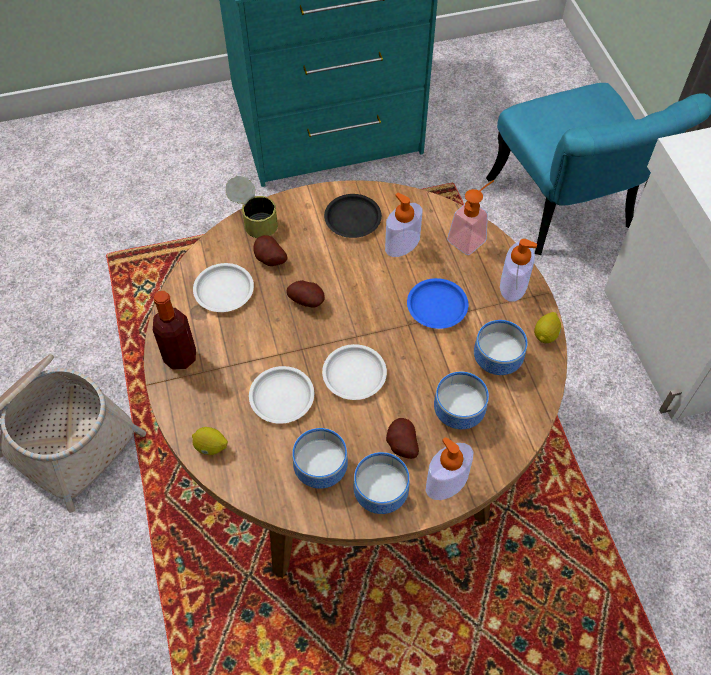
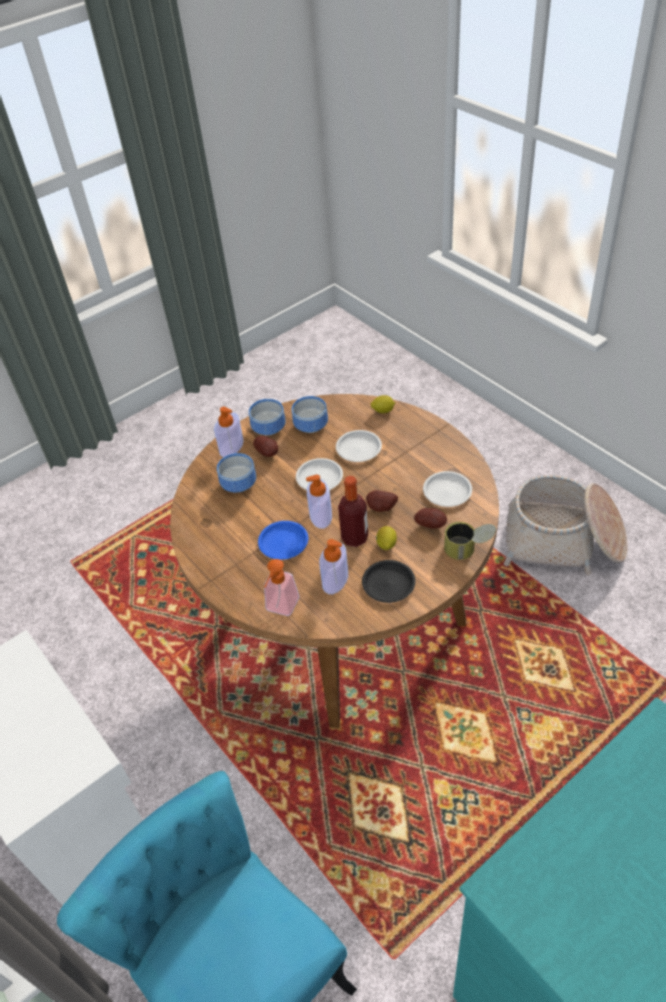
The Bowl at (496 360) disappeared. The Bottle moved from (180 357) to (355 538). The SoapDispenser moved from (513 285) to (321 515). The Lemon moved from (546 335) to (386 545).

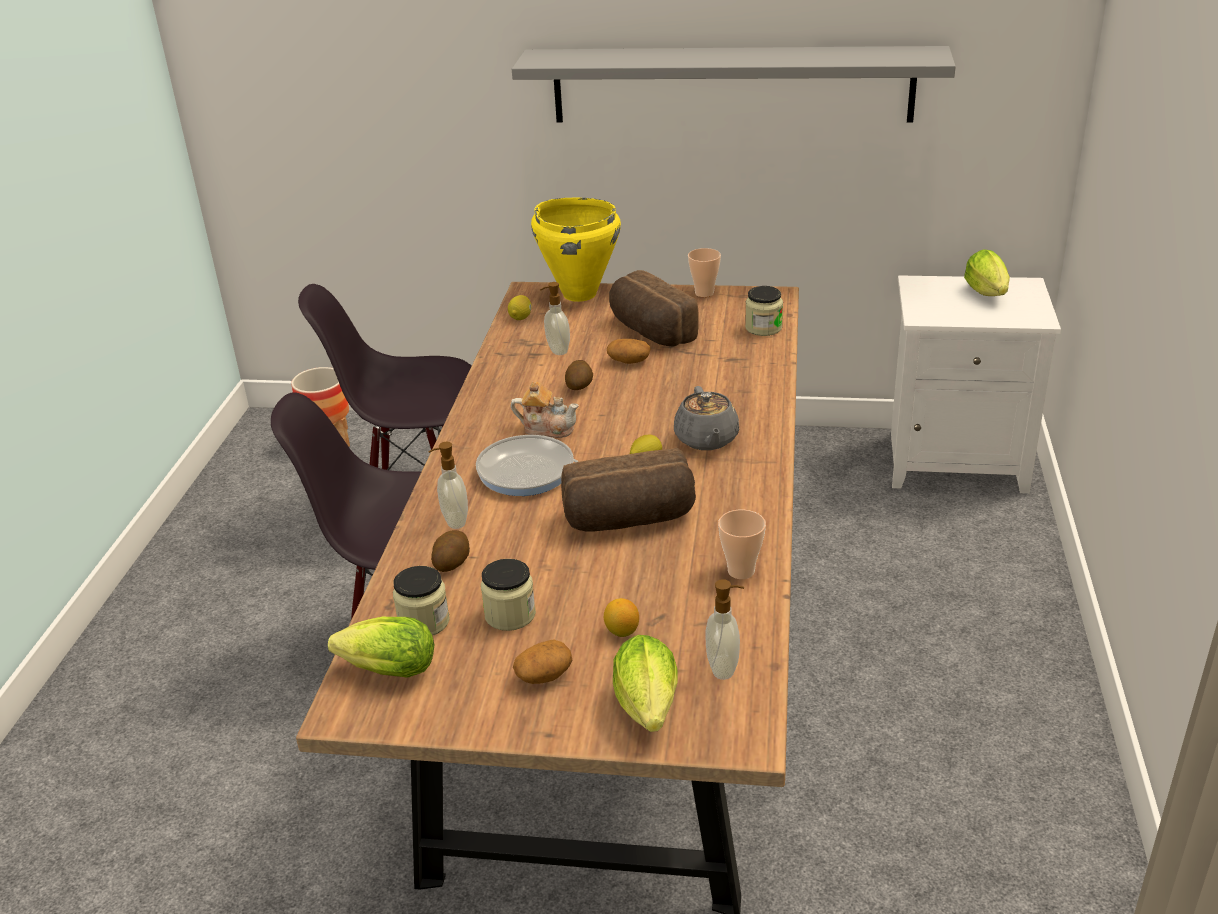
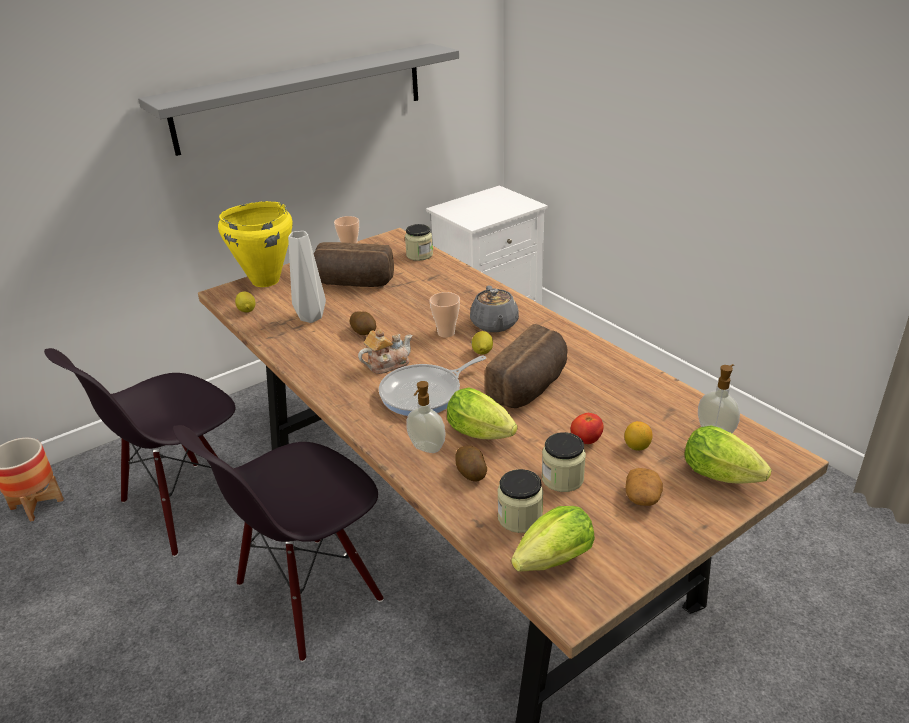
The Potato at (628 361) disappeared. The Tomato at (586 440) appeared. The Cup moved from (741 571) to (446 333). The Lettuce moved from (988 295) to (483 435). The SoapDispenser at (557 350) was replaced by the GreyVase at (310 318). The GreyTeapot at (706 439) turned 45 degrees clockwise.

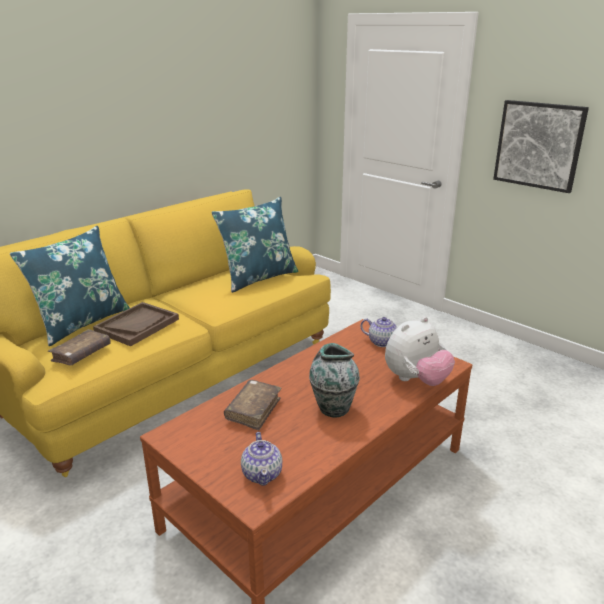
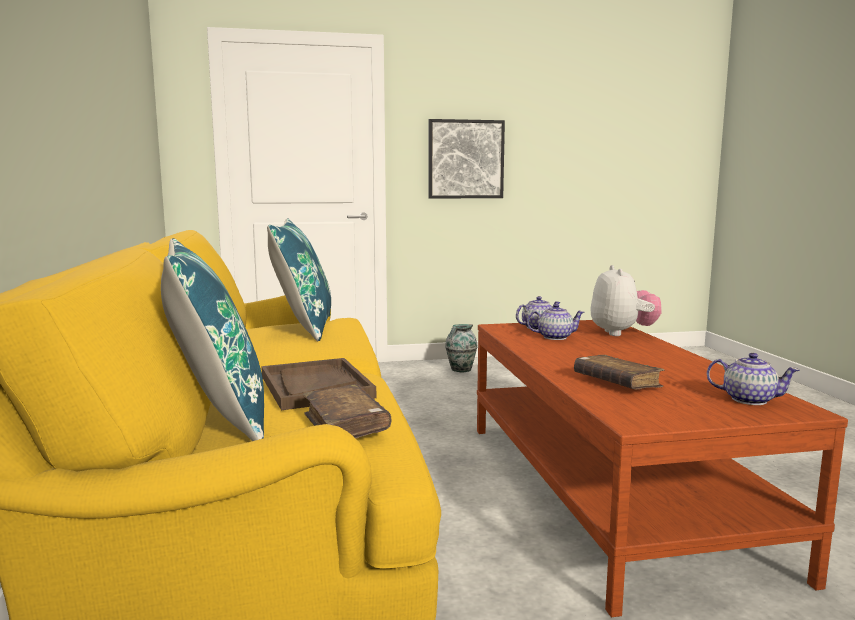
The Teapot at (554 337) appeared. The Vase moved from (333 408) to (460 369).

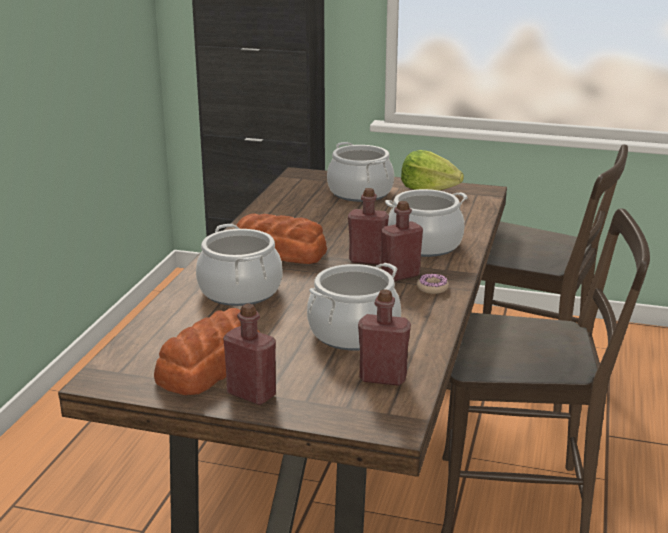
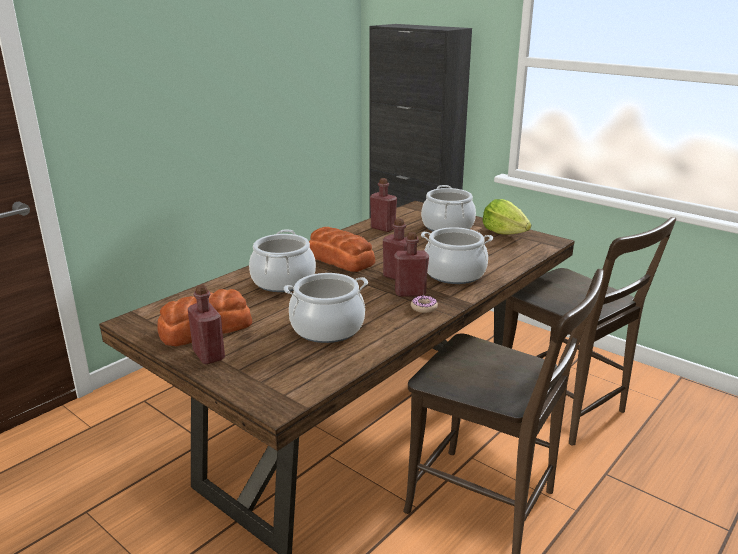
The RedBottle moved from (383 378) to (383 228).

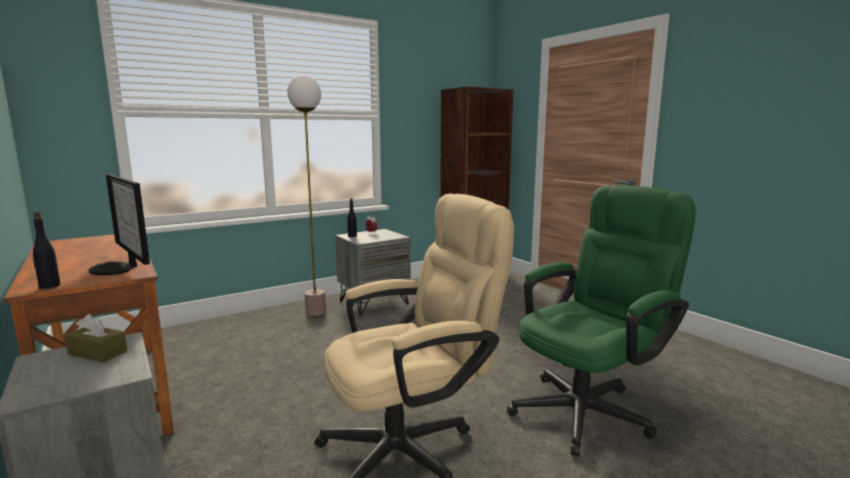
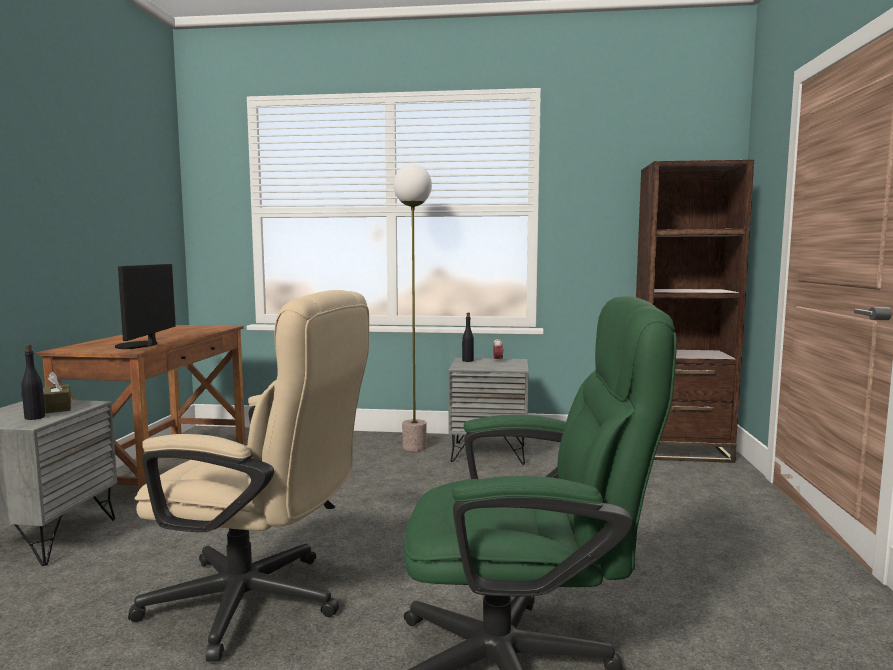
The BlackBottle moved from (49 286) to (34 417).

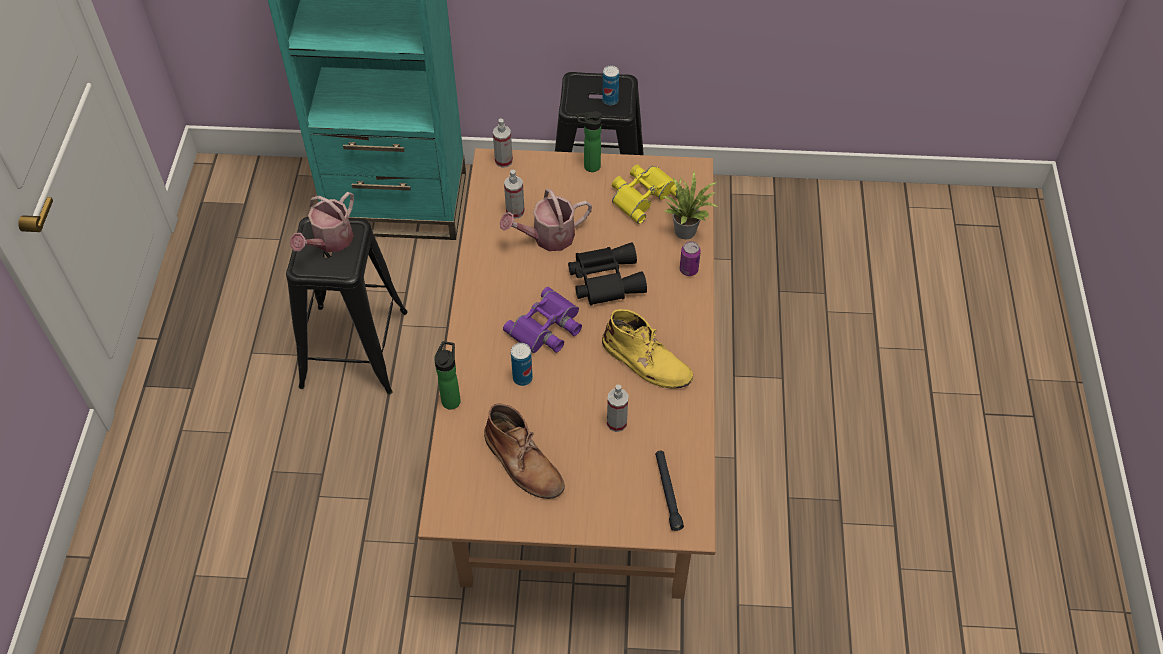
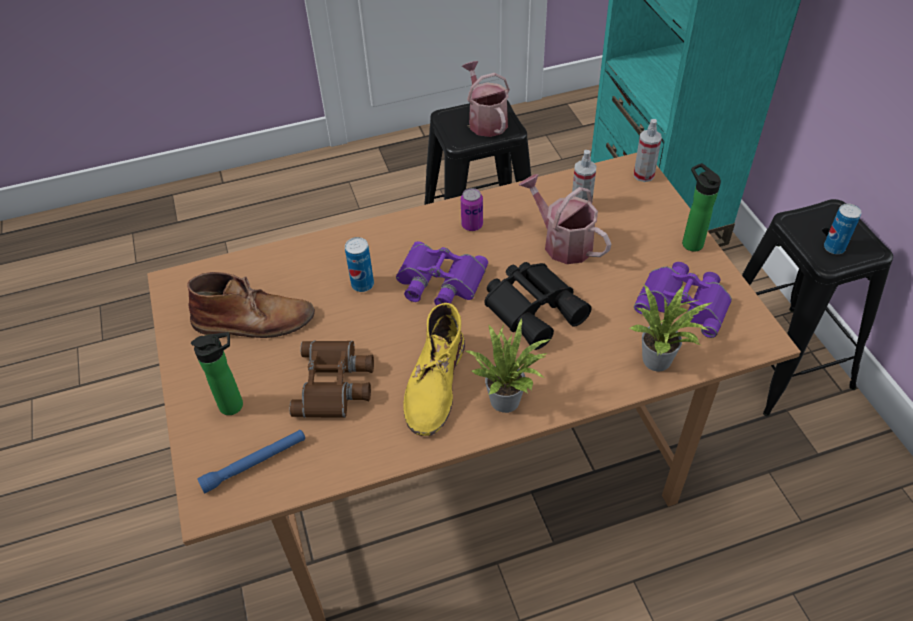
The PottedPlant at (507 397) appeared. The Bottle moved from (452 399) to (235 405). The Can moved from (688 270) to (472 225). The SprayBottle at (616 423) was replaced by the BrownBinoculars at (335 383). The YellowBinoculars at (642 194) became the PurpleBinoculars at (684 301). The BlackFlashlight at (667 492) became the BlueFlashlight at (254 463). The WateringCan at (329 242) turned 60 degrees clockwise. The BrownBoot at (523 463) turned 120 degrees counterclockwise.

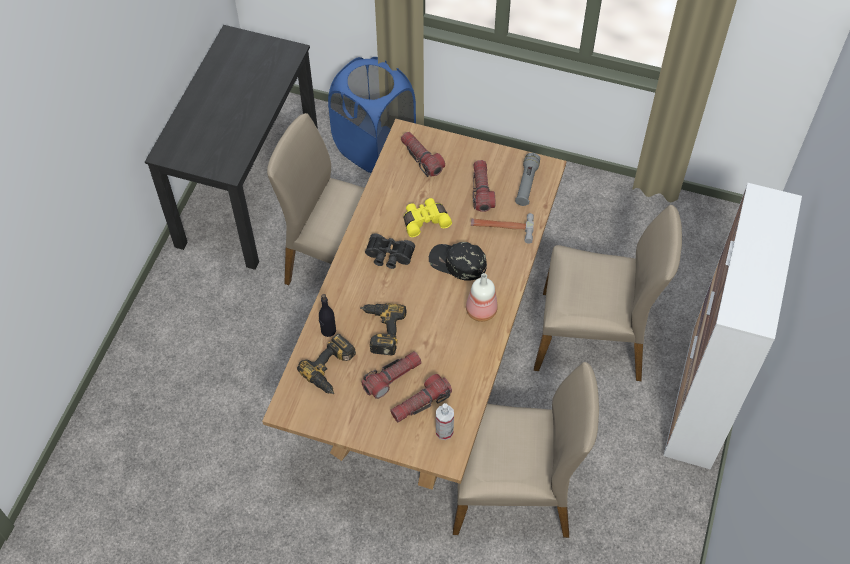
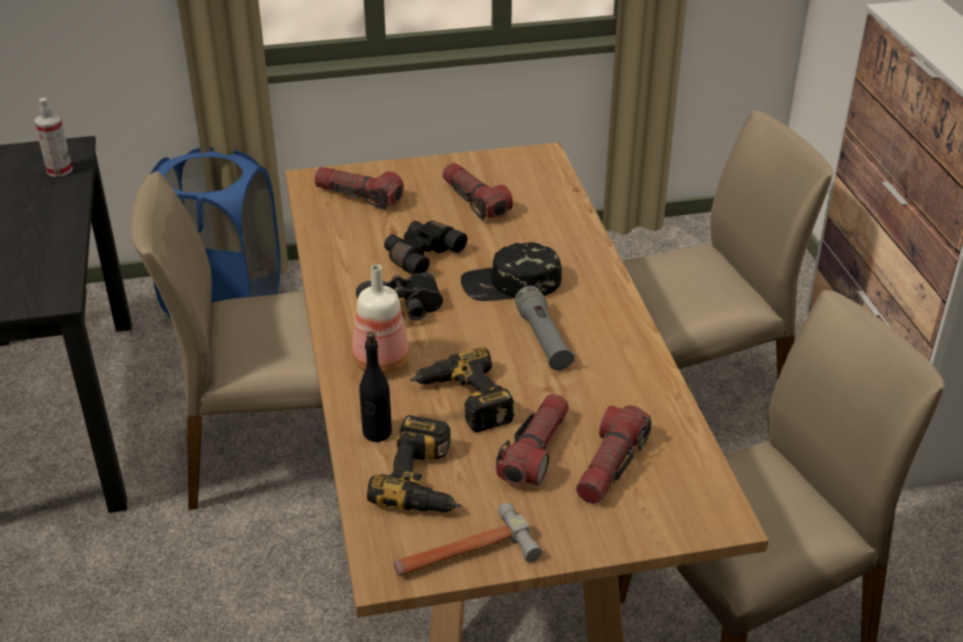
The SprayBottle moved from (444 431) to (59 170). The Bottle moved from (480 310) to (379 363). The Hammer moved from (502 228) to (462 555). The GreyFlashlight moved from (526 184) to (543 339). The YellowBinoculars at (425 220) became the BlackBinoculars at (421 255).

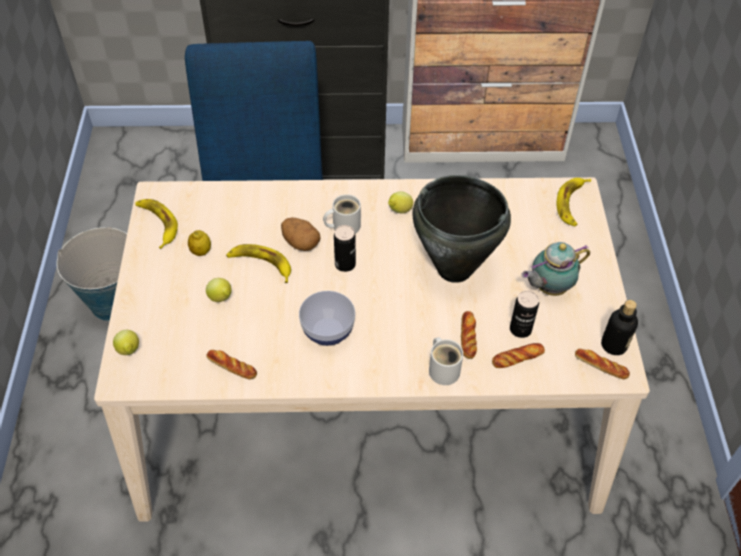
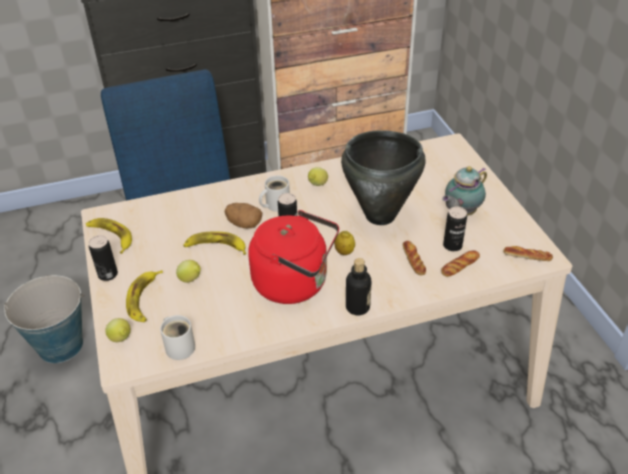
The Bread at (232 366) disappeared. The Can at (108 274) appeared. The Lemon moved from (201 251) to (344 252). The WhiteMug moved from (444 368) to (179 345). The Banana moved from (572 204) to (144 299). The Bottle moved from (614 345) to (357 307). The Bowl at (328 332) was replaced by the RedKettle at (295 283).

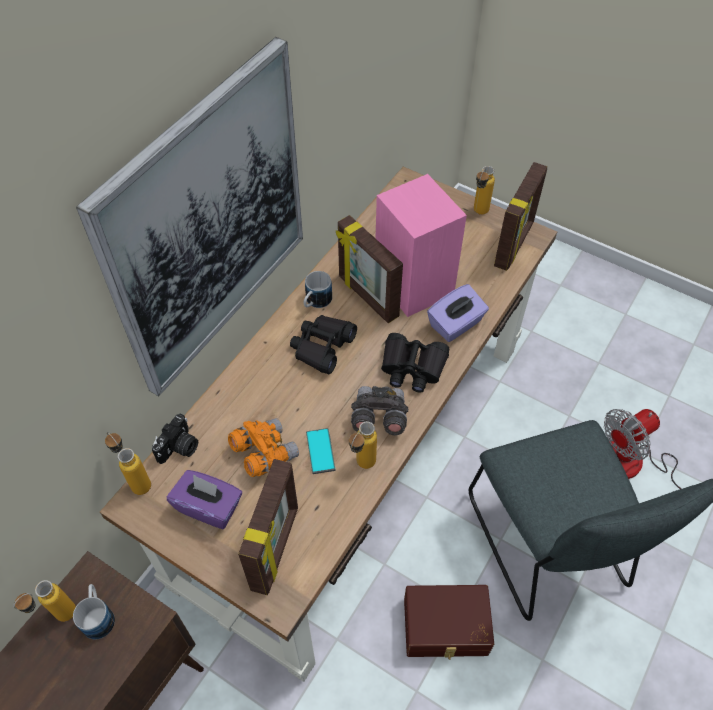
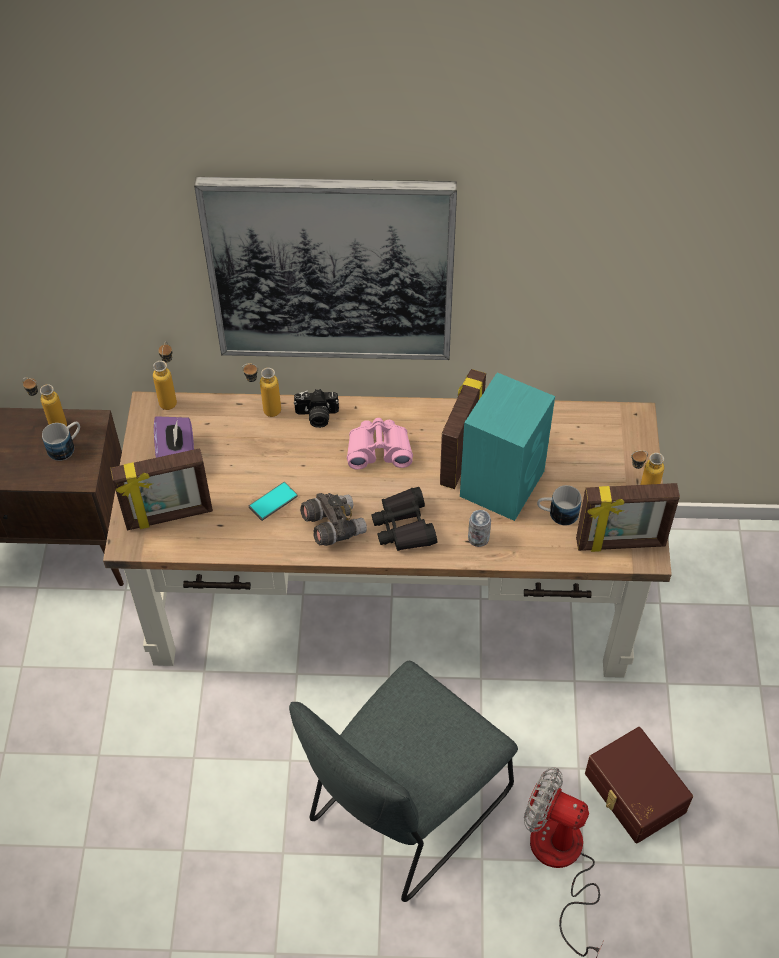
The OrangeBinoculars at (264 453) disappeared. The PhotoCamera moved from (179 448) to (317 416). The Mug moved from (315 302) to (557 514). The Bottle moved from (361 467) to (264 410). The BrownStorageBox moved from (446 628) to (633 793). The PurpleTissueBox at (456 324) was replaced by the Can at (478 538). The BlackBinoculars at (322 347) became the PinkBinoculars at (379 450). The PinkSpeaker at (412 283) became the TurquoiseSpeaker at (503 482).

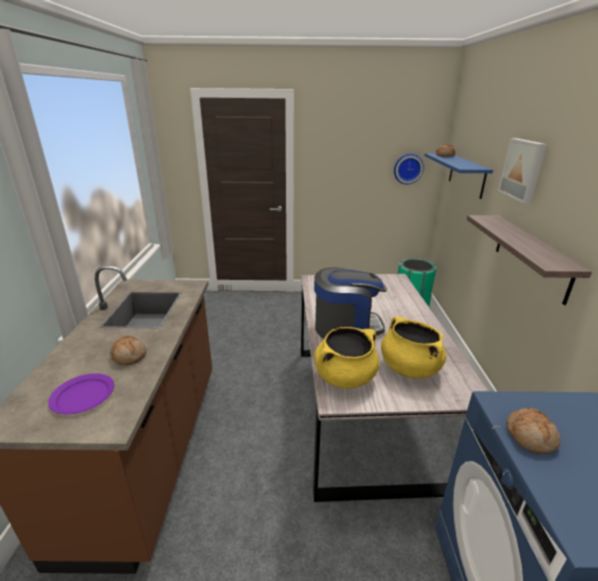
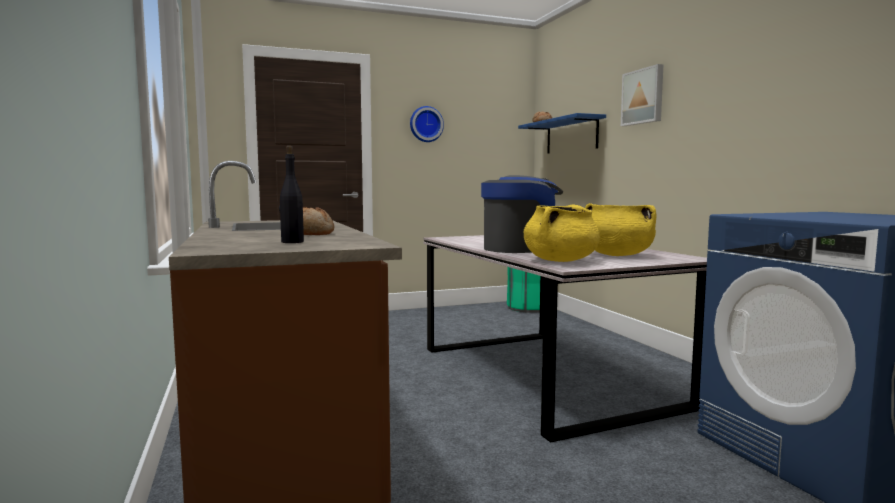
The Shelf at (531 256) disappeared. The Bread at (530 437) disappeared. The WallClock moved from (408 168) to (426 124). The PurplePlate at (83 396) was replaced by the BlackBottle at (292 242).

